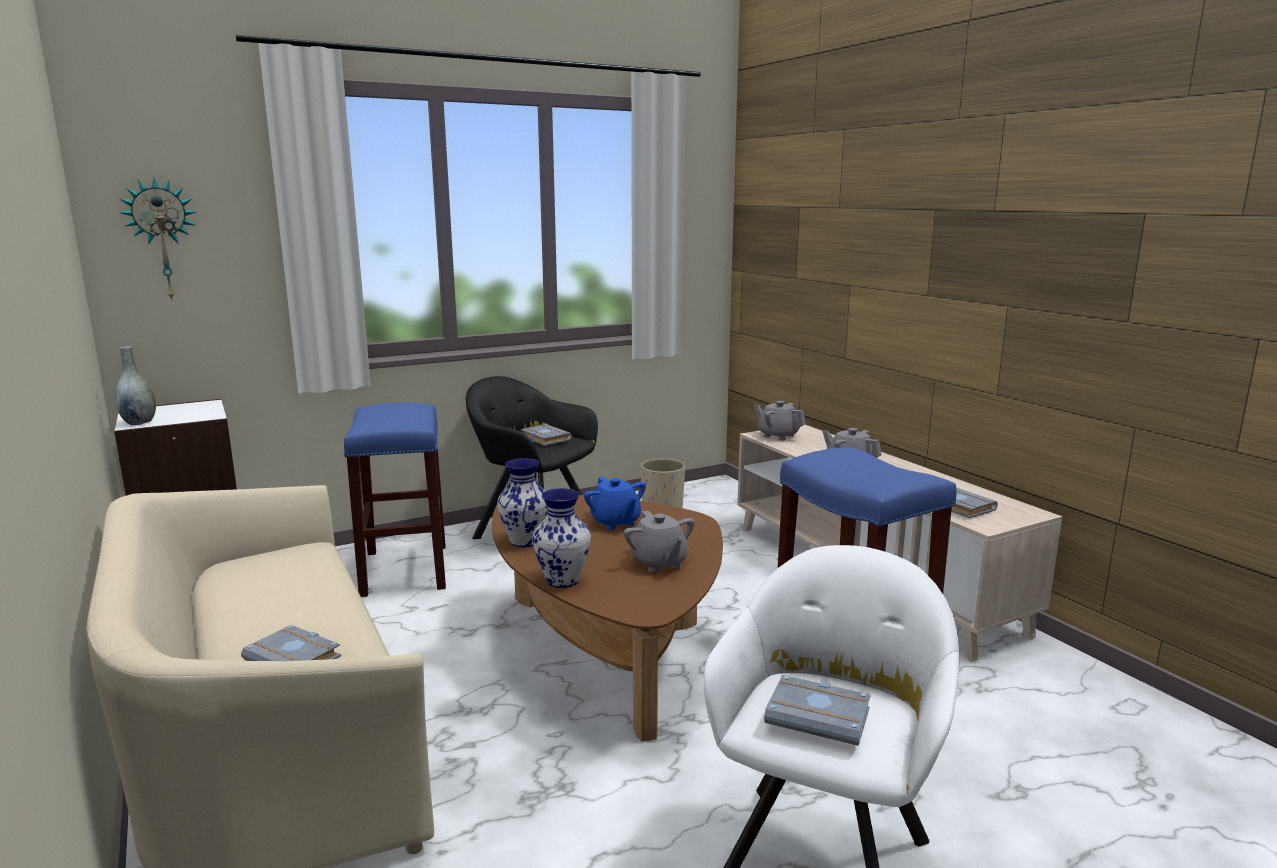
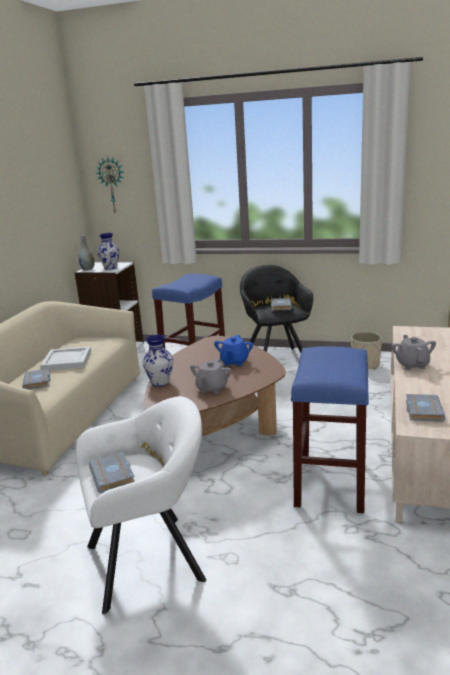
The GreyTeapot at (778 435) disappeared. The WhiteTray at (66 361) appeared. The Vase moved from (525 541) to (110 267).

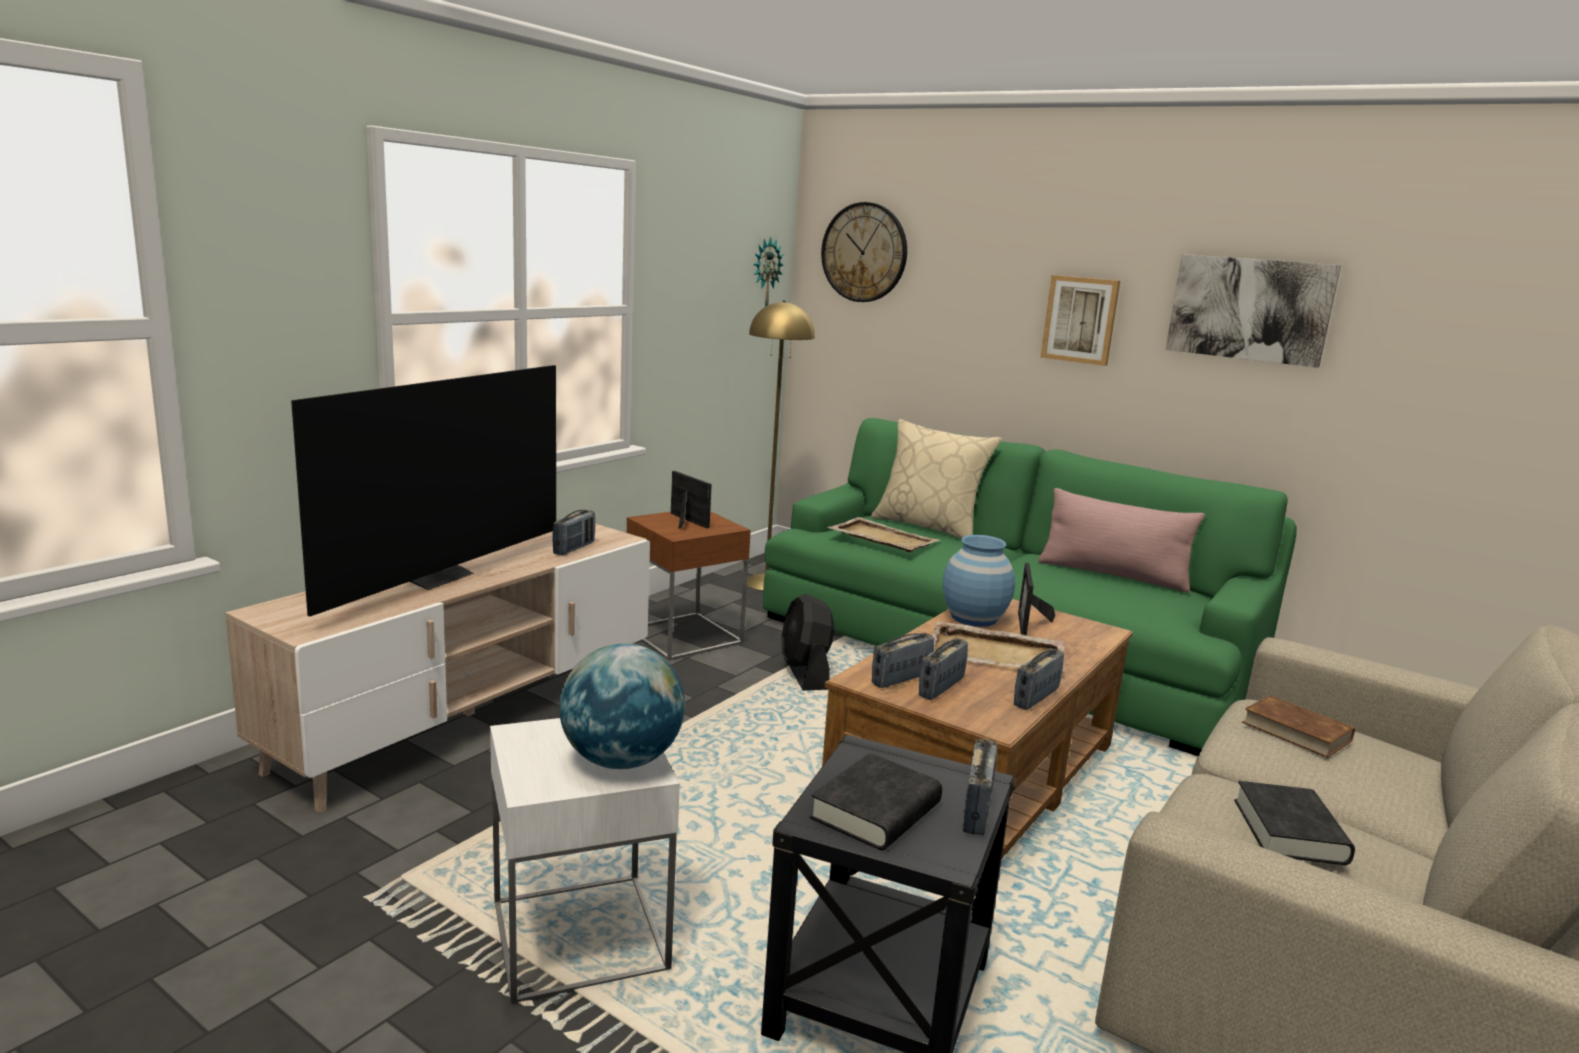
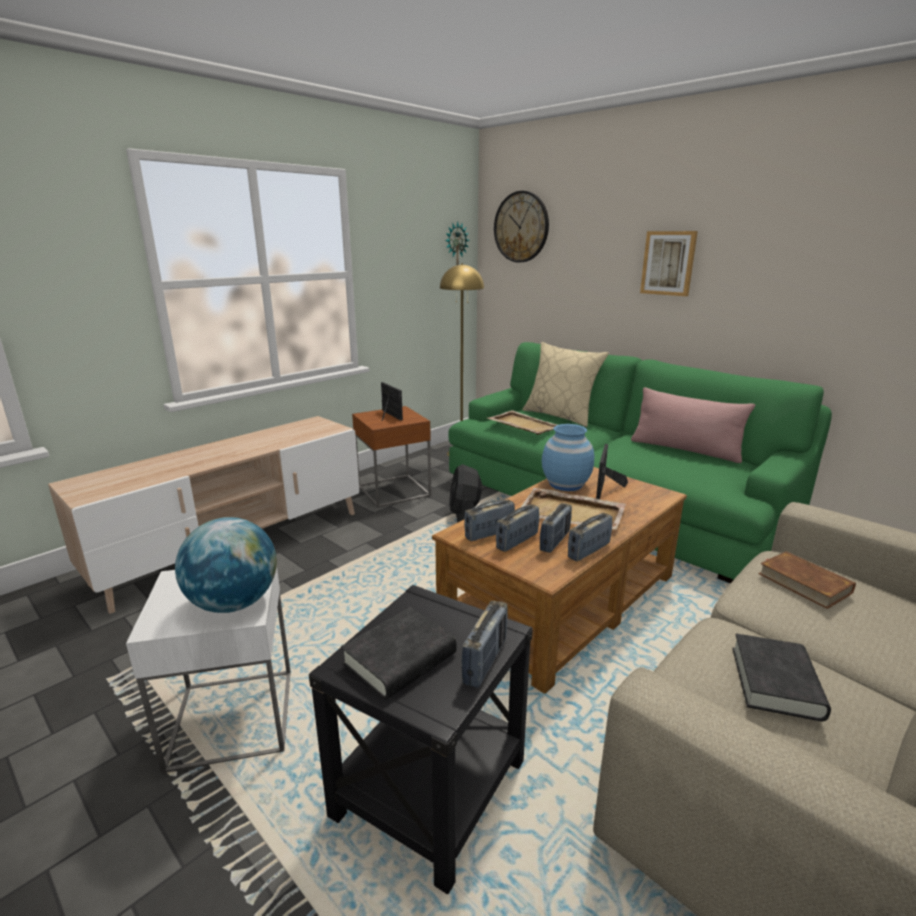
The Television at (436 577) disappeared. The Picture at (1249 309) disappeared. The Radio moved from (574 548) to (555 541).

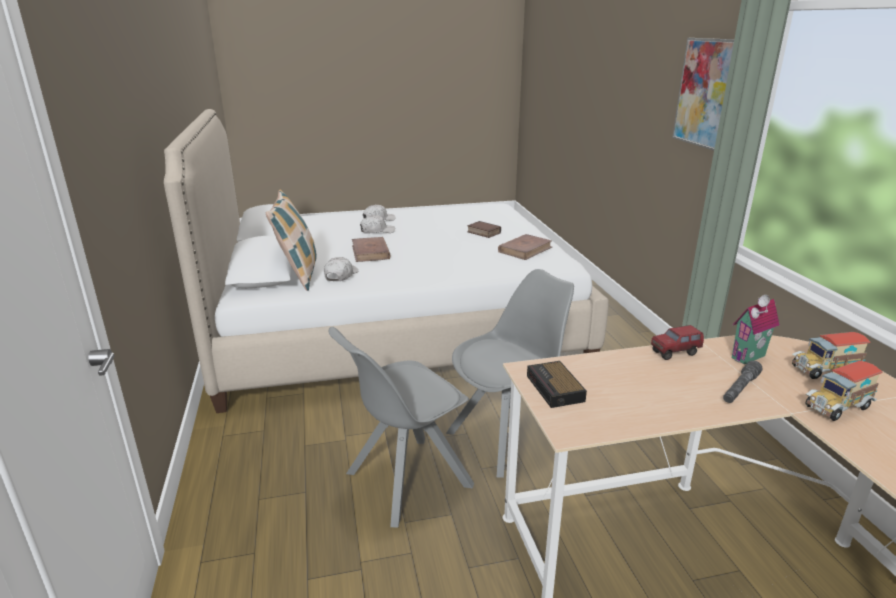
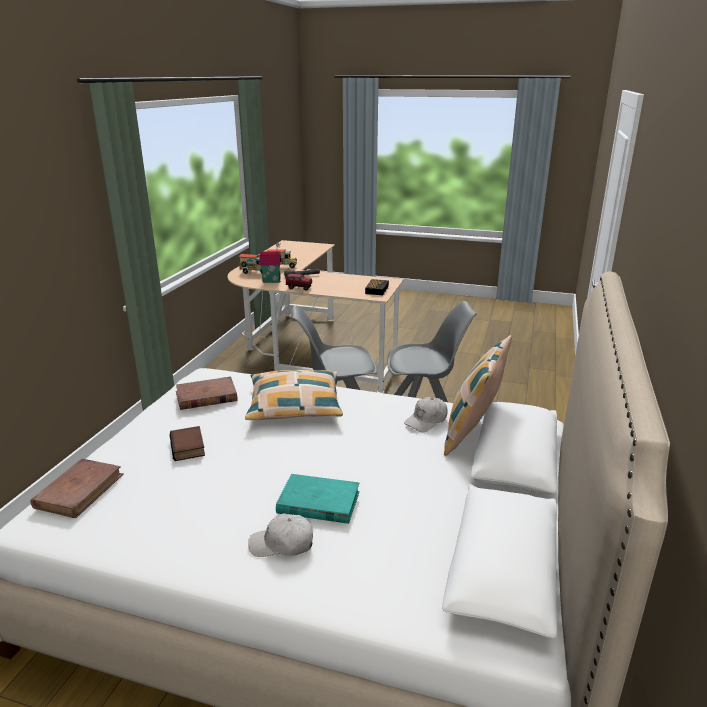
The Picture at (705 93) disappeared. The Pillow at (294 405) appeared. The BrownBook moved from (370 252) to (79 491). The WhiteCap at (377 231) was replaced by the TurquoiseBook at (318 502).

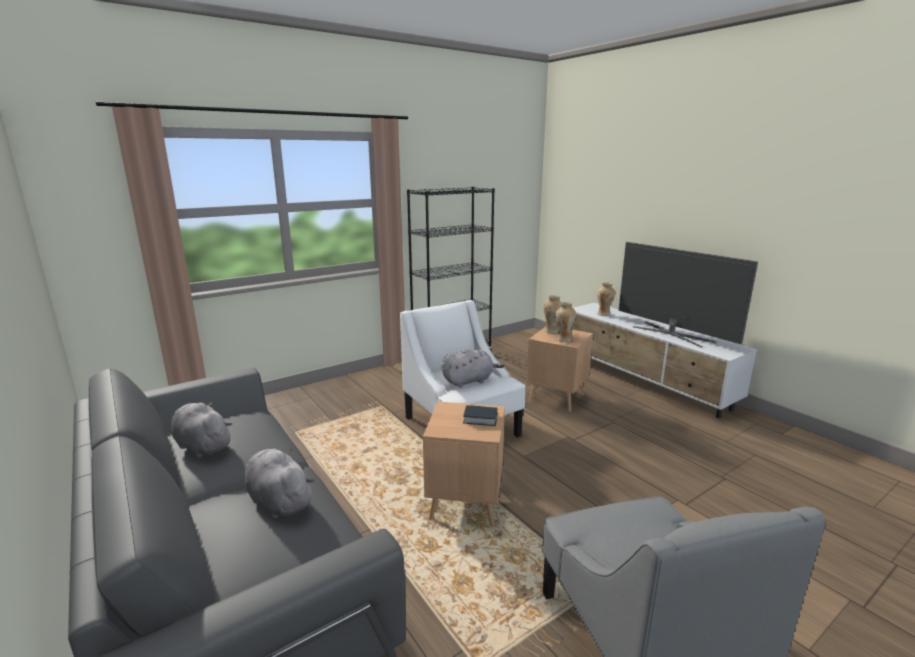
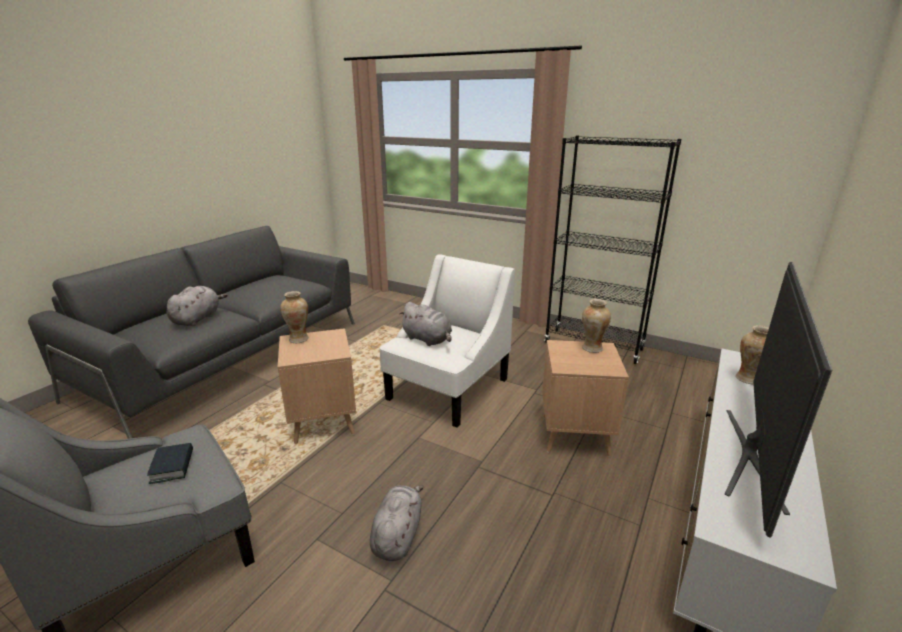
The GreyPlushToy moved from (202 446) to (397 535). The Book moved from (480 419) to (172 466). The Vase moved from (563 339) to (298 339).

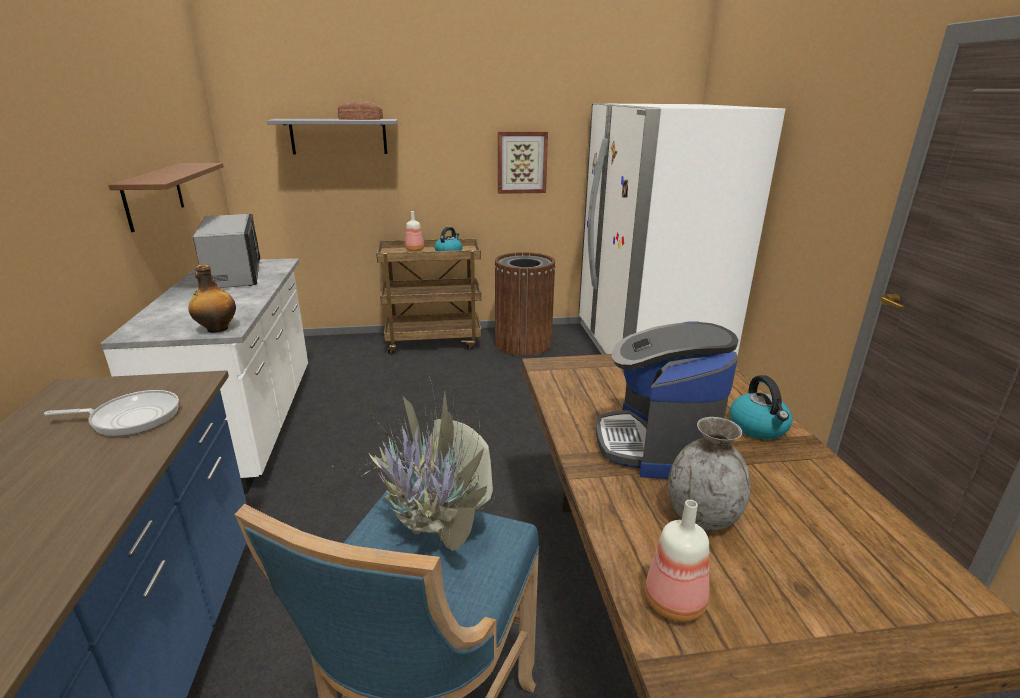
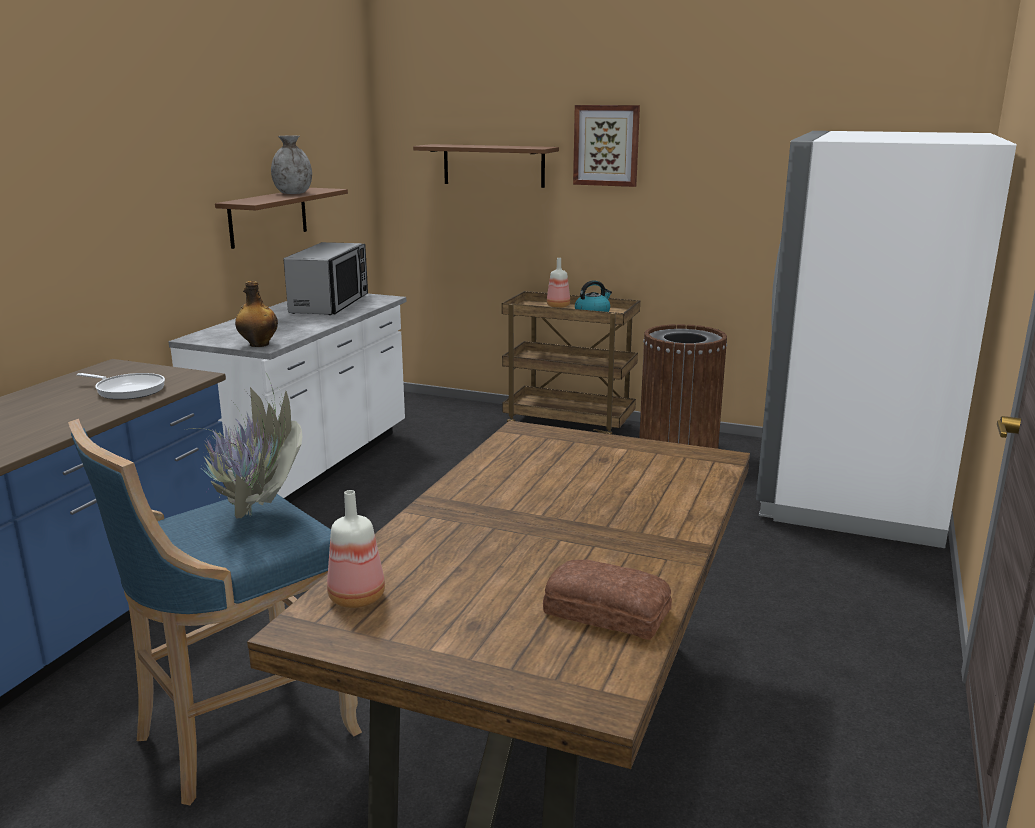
The CoffeeMachine at (656 444) disappeared. The Kettle at (758 428) disappeared. The Bread moved from (360 119) to (606 610). The Picture moved from (522 162) to (606 145). The GreyVase moved from (702 517) to (293 193). The GreyShelf at (338 136) became the BrownShelf at (493 165).

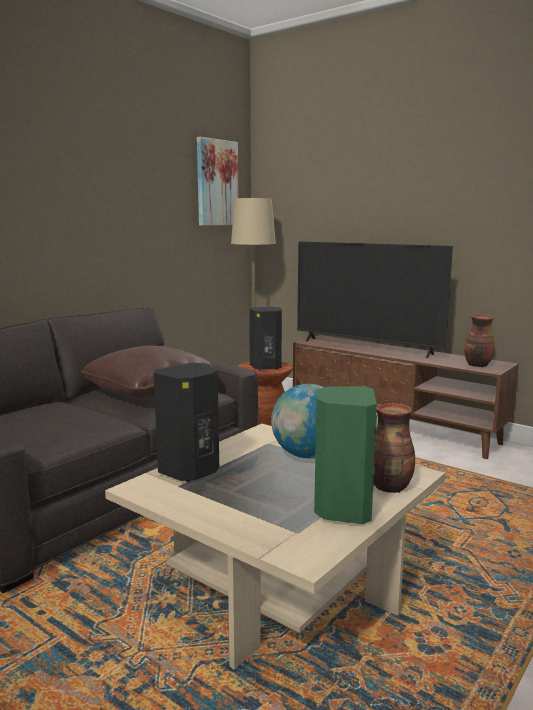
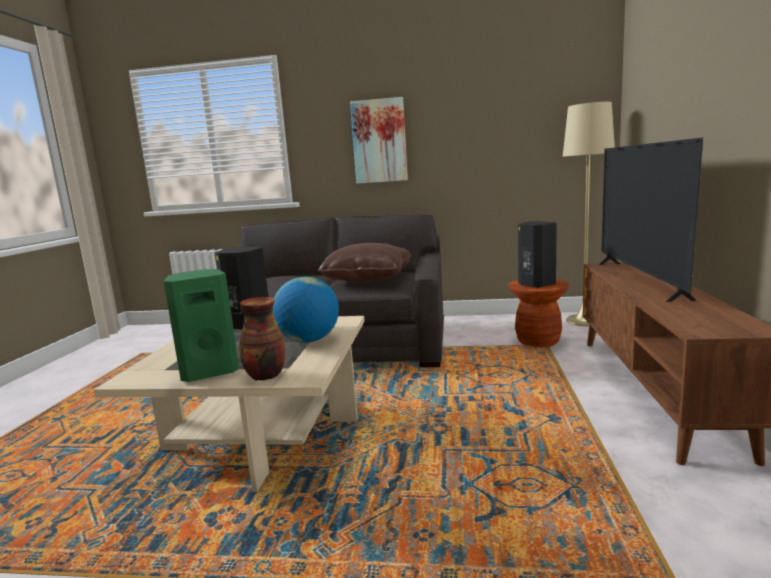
The Vase at (477 365) disappeared. The Picture moved from (216 183) to (379 141).

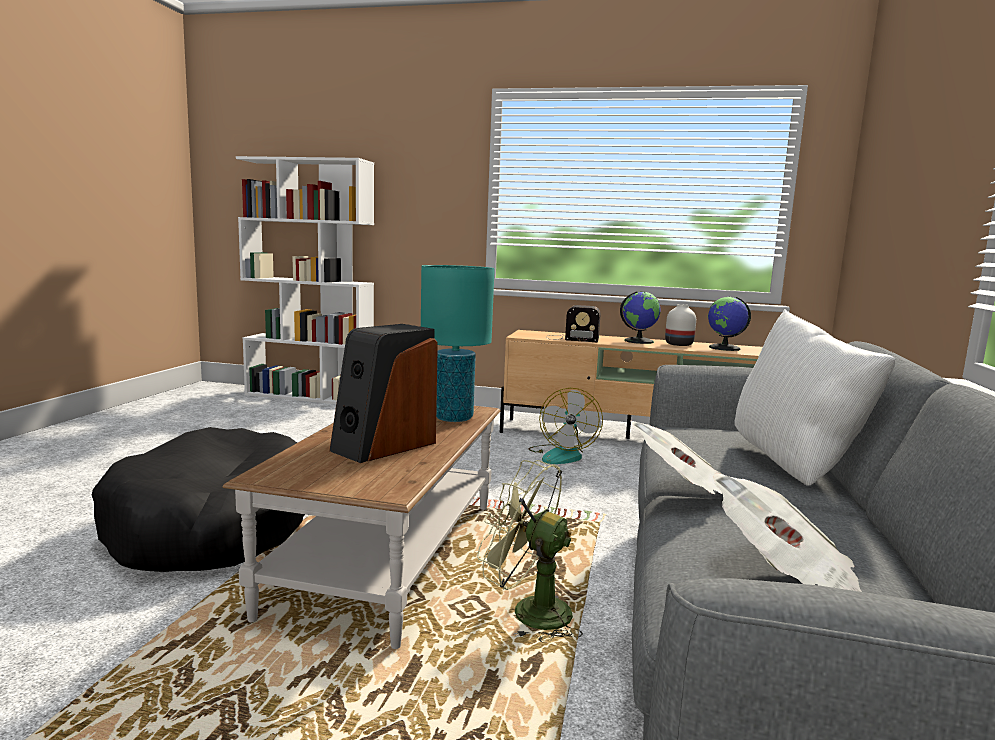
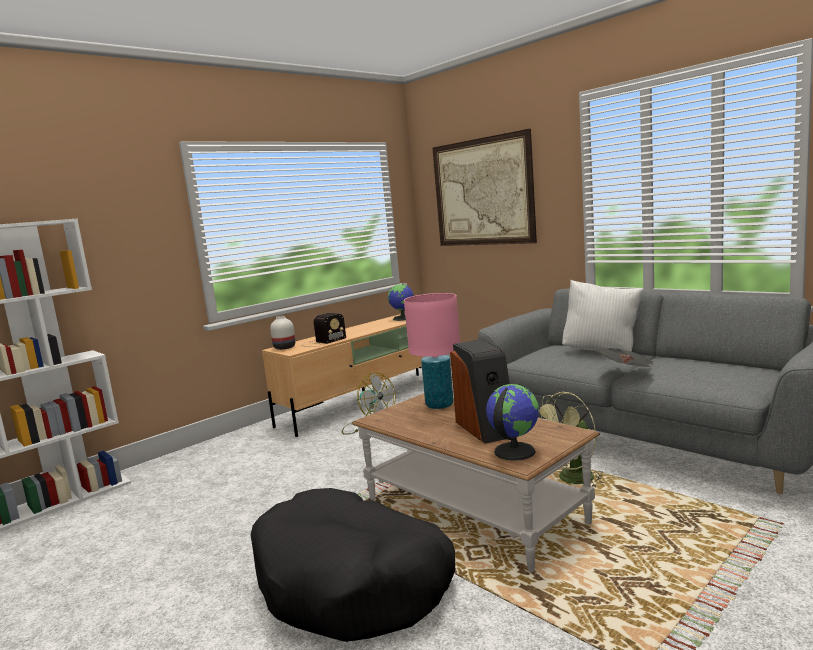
The Newspaper at (786 578) disappeared. The Picture at (482 192) appeared. The Globe moved from (638 341) to (513 451). The WhiteVase moved from (678 344) to (284 347). The TurquoiseTableLamp at (454 418) became the PinkTableLamp at (439 405).

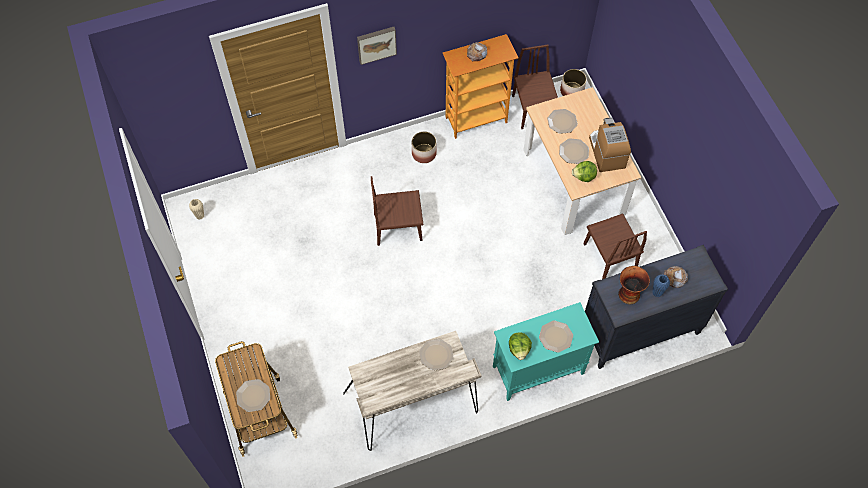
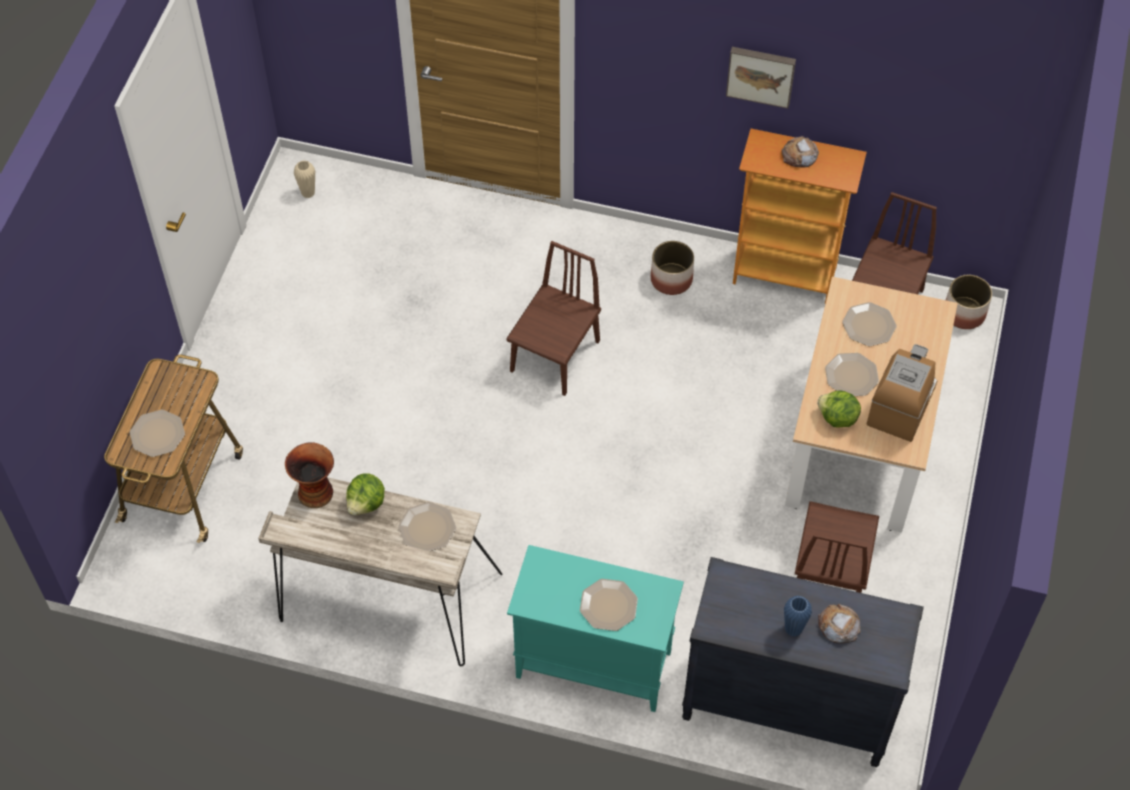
The Picture moved from (376 44) to (761 75). The Lettuce moved from (519 349) to (366 503). The Vase moved from (628 294) to (315 492). The BrownChair at (398 227) turned 90 degrees clockwise.

